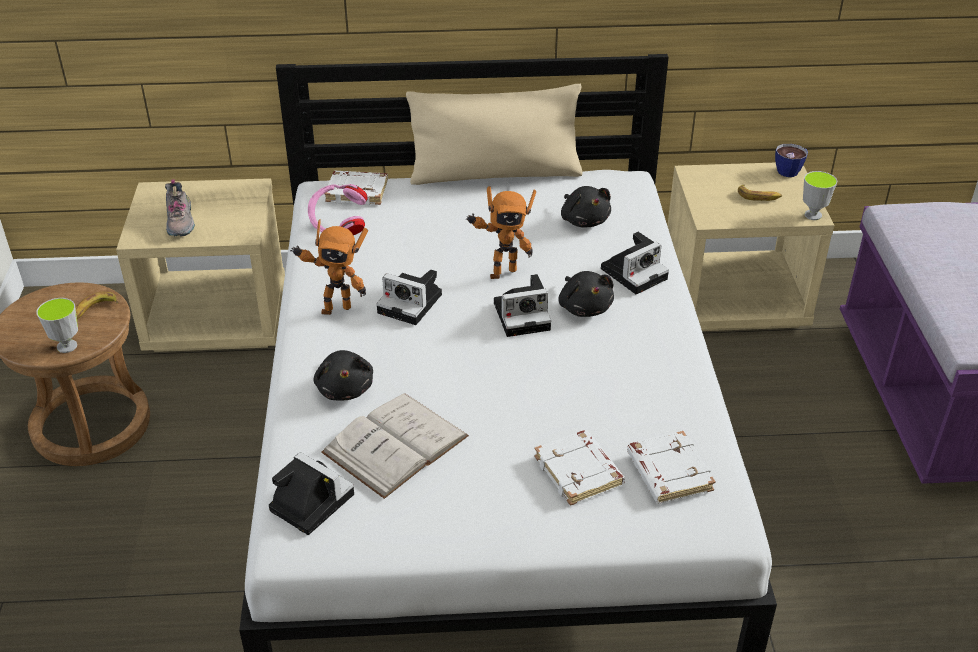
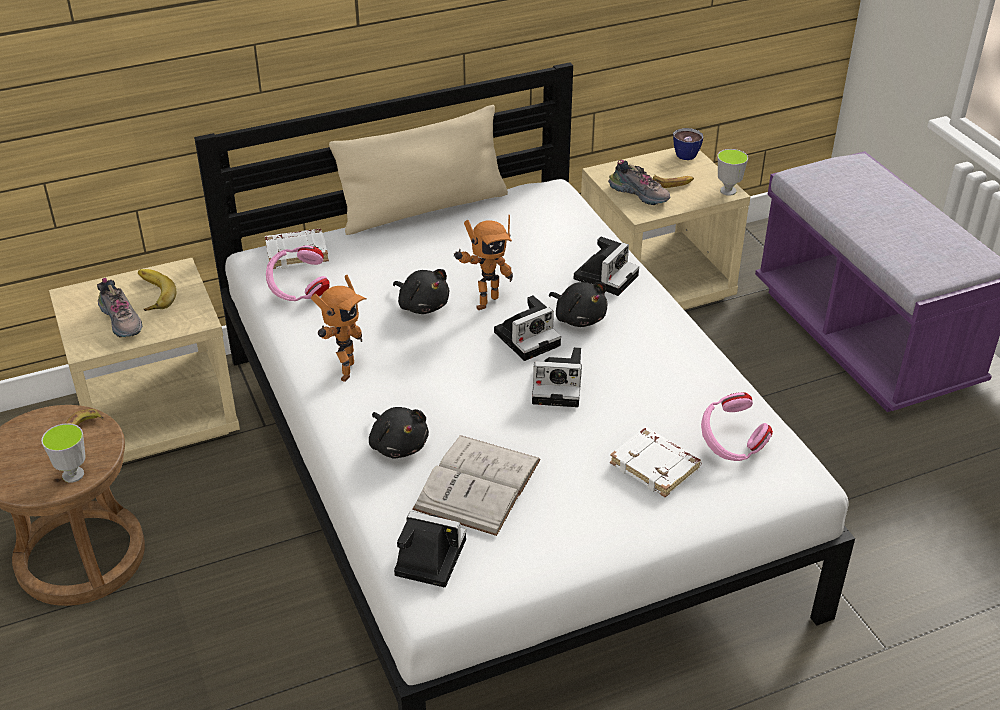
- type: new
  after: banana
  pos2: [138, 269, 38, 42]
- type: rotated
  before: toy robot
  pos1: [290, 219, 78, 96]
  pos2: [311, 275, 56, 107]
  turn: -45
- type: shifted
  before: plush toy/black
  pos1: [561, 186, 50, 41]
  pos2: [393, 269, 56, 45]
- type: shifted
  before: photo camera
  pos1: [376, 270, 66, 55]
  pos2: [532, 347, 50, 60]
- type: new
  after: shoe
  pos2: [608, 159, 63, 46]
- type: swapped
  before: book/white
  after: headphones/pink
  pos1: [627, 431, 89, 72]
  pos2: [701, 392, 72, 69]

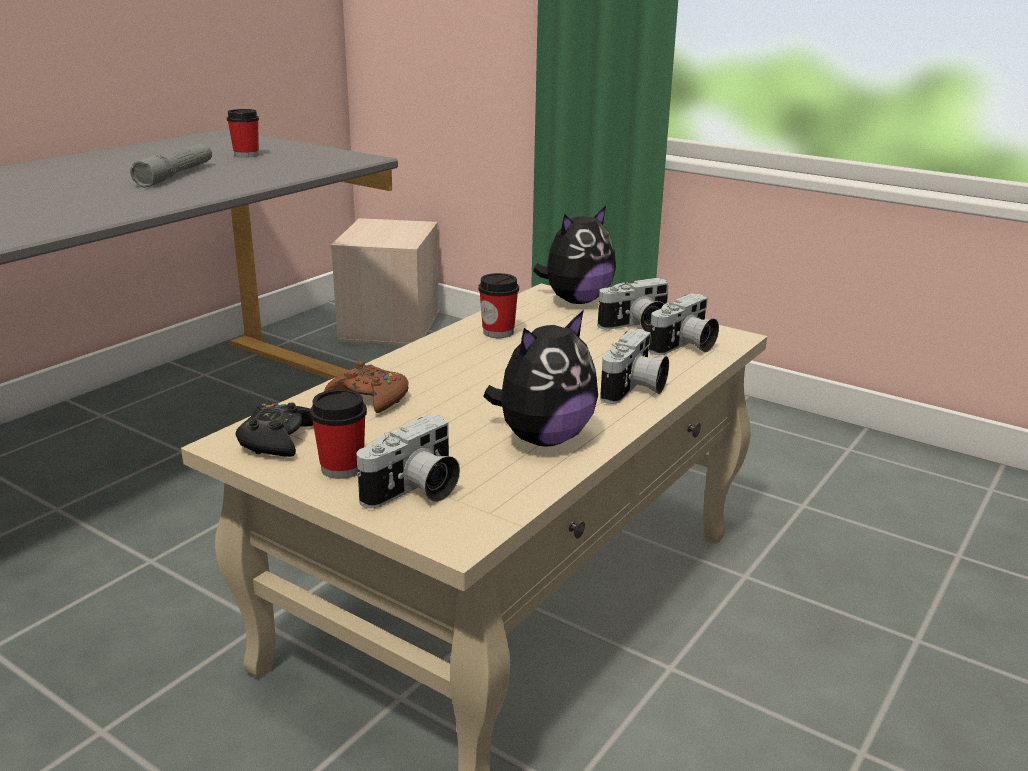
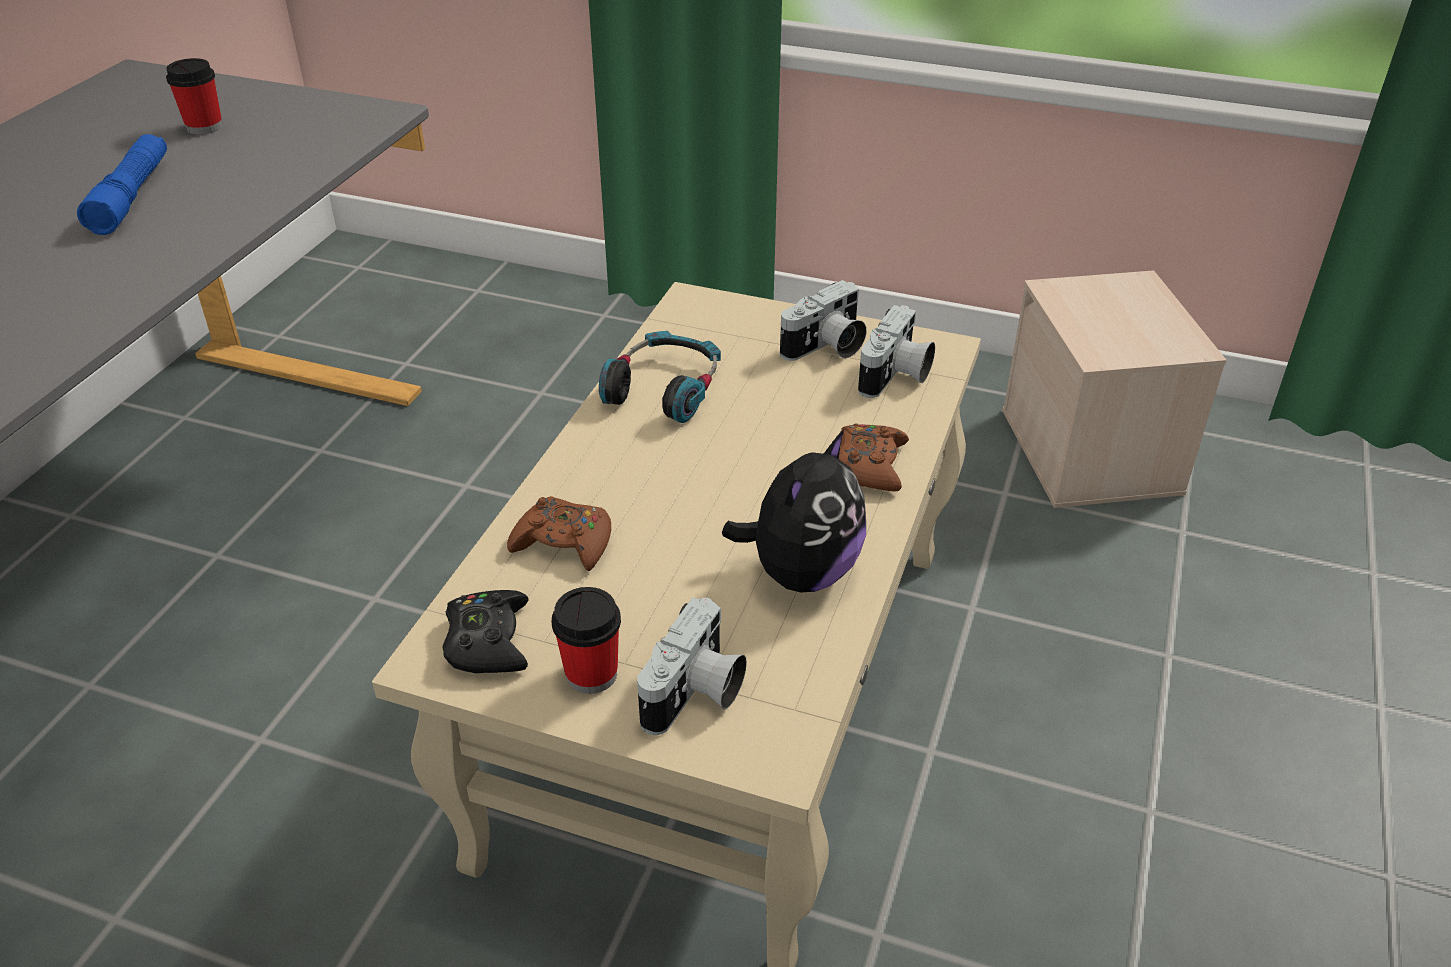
- type: repainted
  before: flashlight/grey
  after: flashlight/blue
  pos1: [130, 144, 82, 43]
  pos2: [77, 134, 90, 101]
- type: swapped
  before: cup
  after: headphones
  pos1: [478, 273, 41, 65]
  pos2: [599, 331, 122, 92]
- type: swapped
  before: photo camera
  after: game controller/brown
  pos1: [600, 329, 69, 75]
  pos2: [839, 423, 70, 68]
- type: shifted
  before: storage box/beige
  pos1: [331, 218, 108, 128]
  pos2: [1002, 270, 225, 238]
- type: gone
  before: plush toy
  pos1: [533, 206, 83, 98]

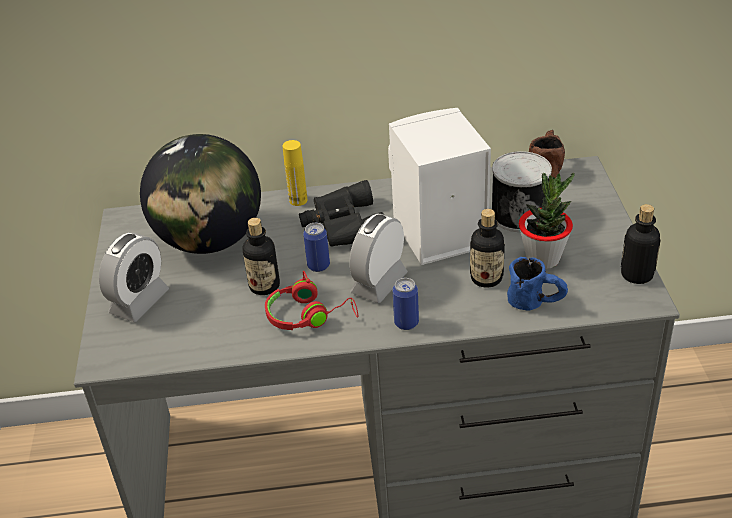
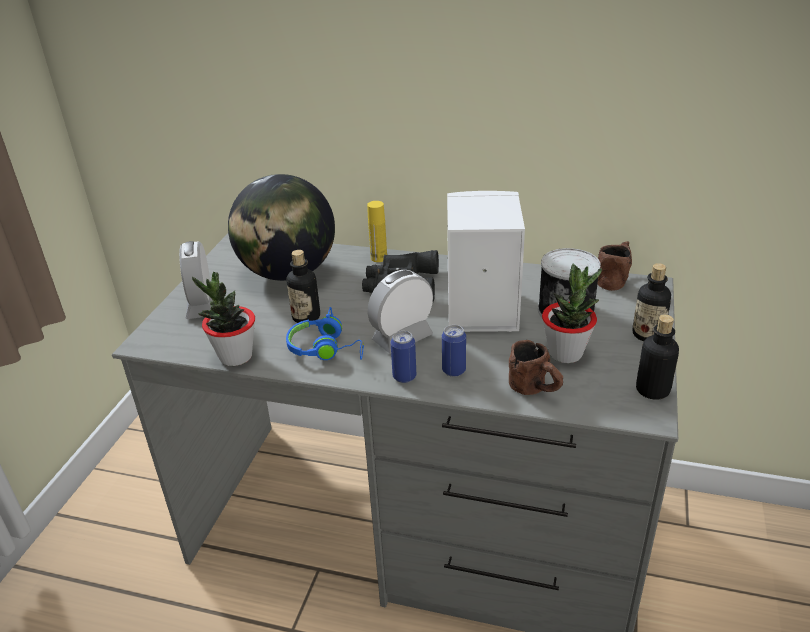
- type: rotated
  before: alarm clock
  pos1: [99, 233, 70, 89]
  pos2: [179, 241, 34, 78]
  turn: 120
- type: new
  after: potted plant
  pos2: [192, 272, 63, 94]
- type: repainted
  before: headphones/red
  after: headphones/blue
  pos1: [265, 270, 93, 60]
  pos2: [286, 307, 78, 53]
- type: shifted
  before: can
  pos1: [303, 223, 27, 49]
  pos2: [442, 325, 24, 52]
- type: repainted
  before: mug/blue
  after: mug/brown
  pos1: [507, 257, 61, 54]
  pos2: [509, 340, 54, 55]
- type: shifted
  before: bottle
  pos1: [470, 209, 35, 79]
  pos2: [633, 263, 38, 78]

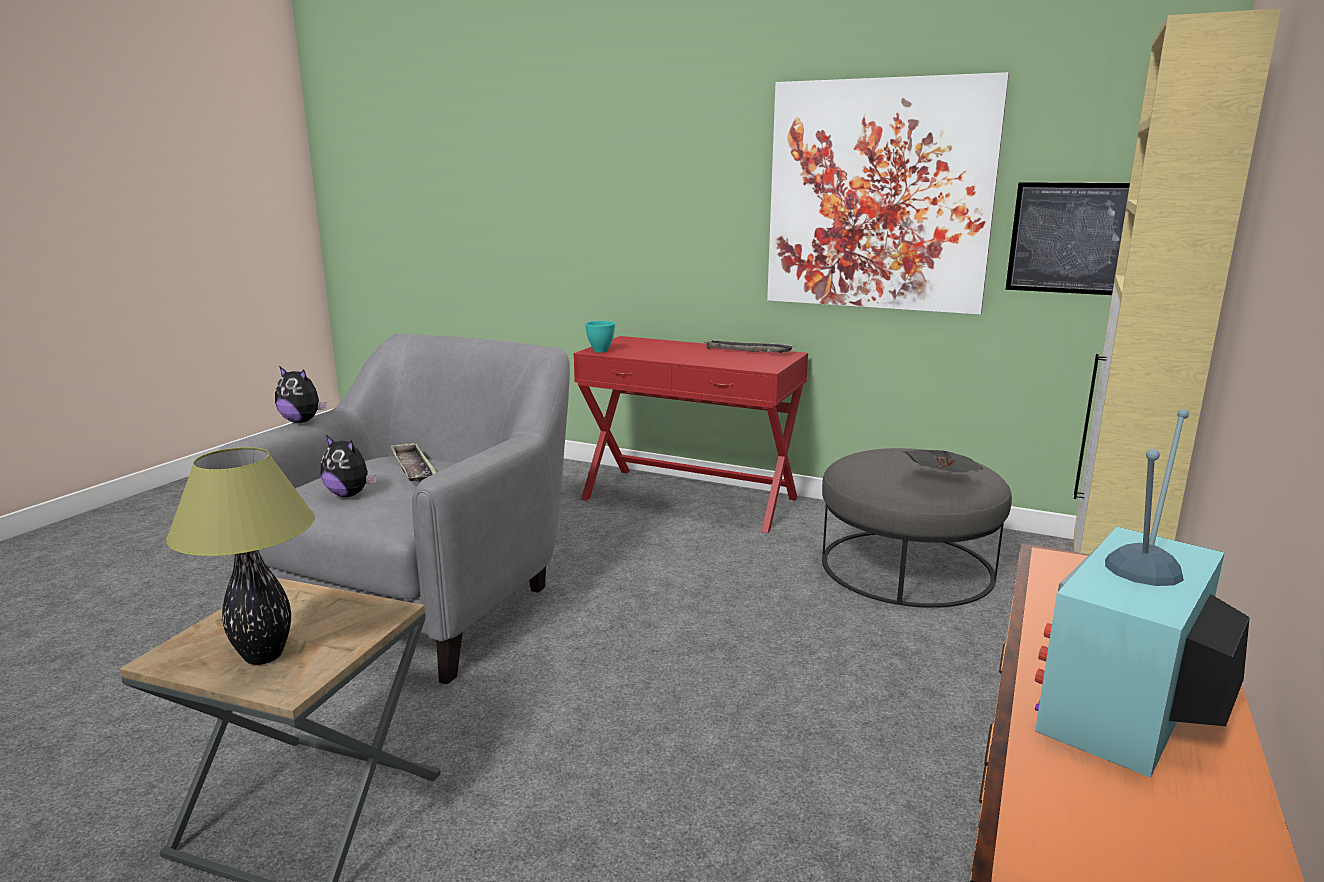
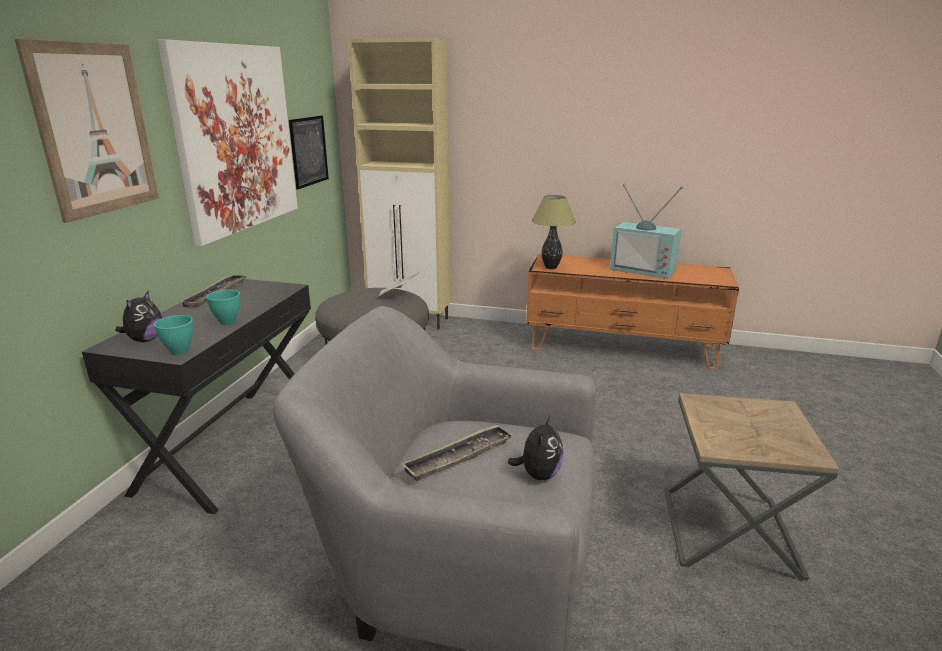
- type: new
  after: picture
  pos2: [15, 39, 144, 184]
- type: repainted
  before: console table/red
  after: console table/black
  pos1: [574, 336, 234, 197]
  pos2: [82, 279, 229, 235]
- type: shifted
  before: plush toy
  pos1: [275, 366, 52, 57]
  pos2: [115, 290, 47, 52]
- type: new
  after: bowl/turquoise
  pos2: [206, 290, 34, 35]
- type: shifted
  before: table lamp
  pos1: [166, 447, 149, 218]
  pos2: [532, 195, 44, 74]

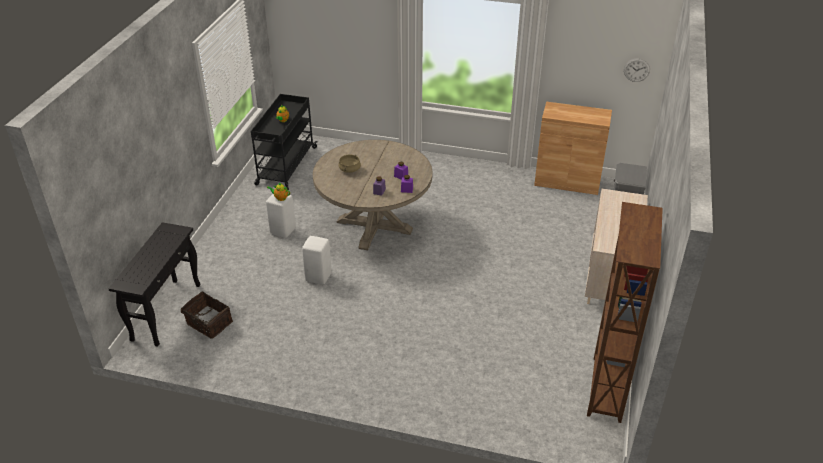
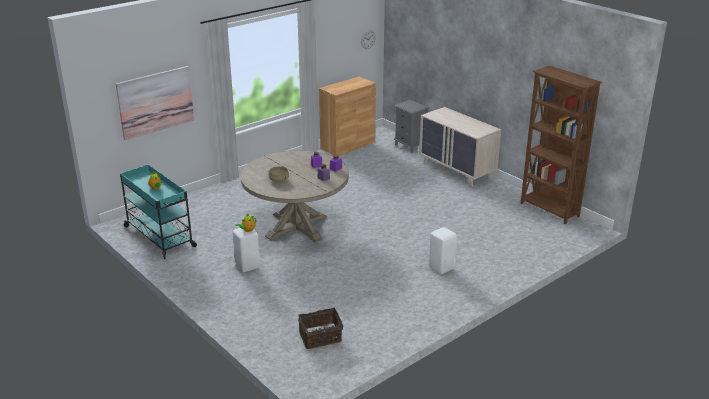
- type: new
  after: picture
  pos2: [116, 66, 78, 74]
- type: repainted
  before: cart/black
  after: cart/turquoise
  pos1: [251, 94, 66, 96]
  pos2: [120, 164, 77, 95]
- type: shifted
  before: stool/white
  pos1: [302, 236, 29, 48]
  pos2: [429, 227, 28, 47]
- type: gone
  before: console table/black
  pos1: [108, 222, 92, 125]

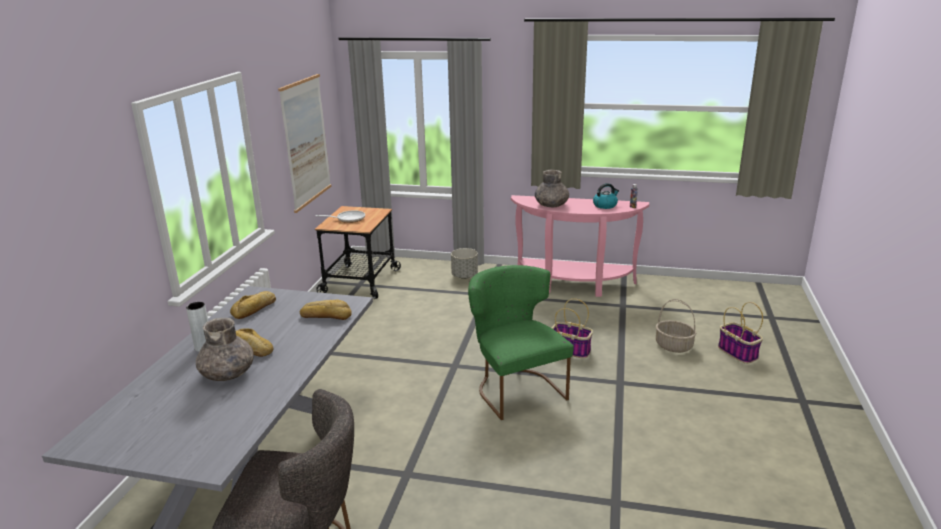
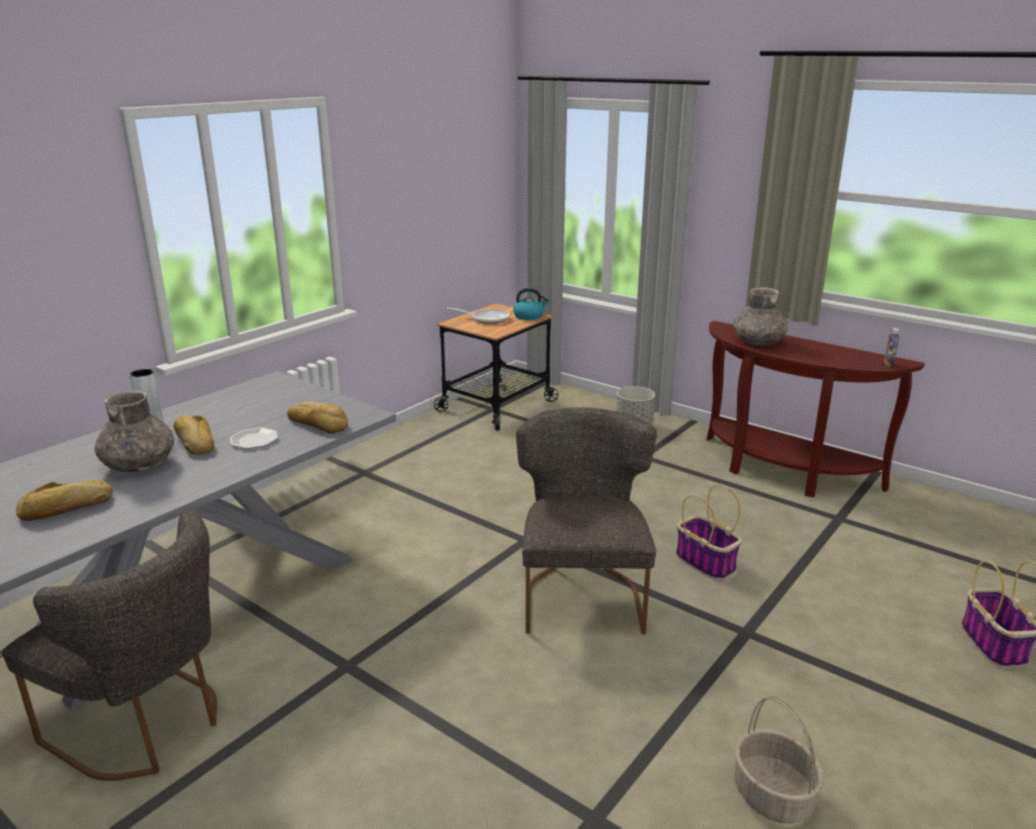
- type: shifted
  before: bread
  pos1: [230, 291, 46, 28]
  pos2: [16, 480, 96, 41]
- type: new
  after: plate
  pos2: [230, 427, 48, 22]
- type: shifted
  before: kettle
  pos1: [593, 183, 26, 26]
  pos2: [513, 288, 36, 32]
- type: repainted
  before: chair/green
  after: chair/grey
  pos1: [468, 265, 106, 155]
  pos2: [516, 407, 141, 227]
- type: repainted
  before: console table/pink
  after: console table/brown
  pos1: [511, 195, 138, 102]
  pos2: [706, 321, 219, 176]
- type: shifted
  before: basket
  pos1: [655, 299, 42, 54]
  pos2: [735, 695, 89, 129]
- type: gone
  before: picture
  pos1: [278, 74, 53, 139]

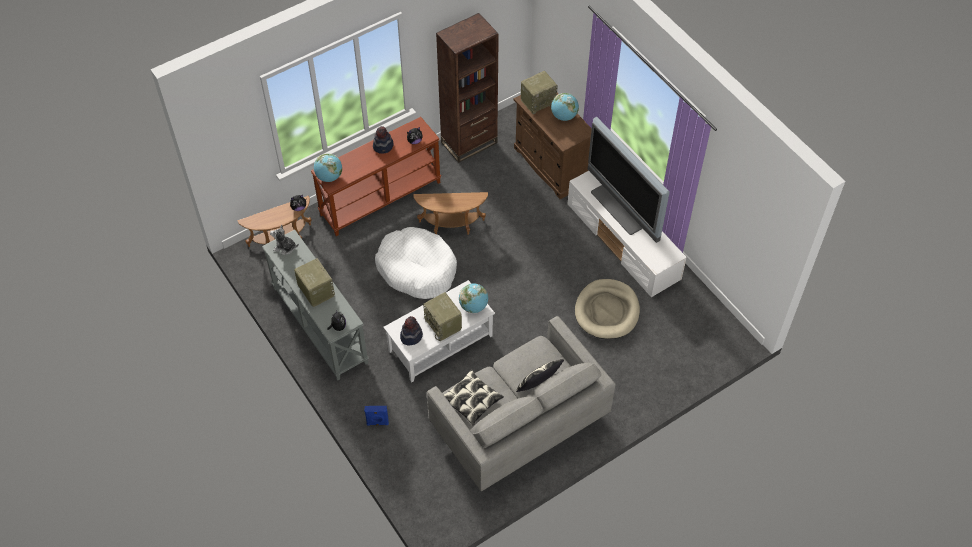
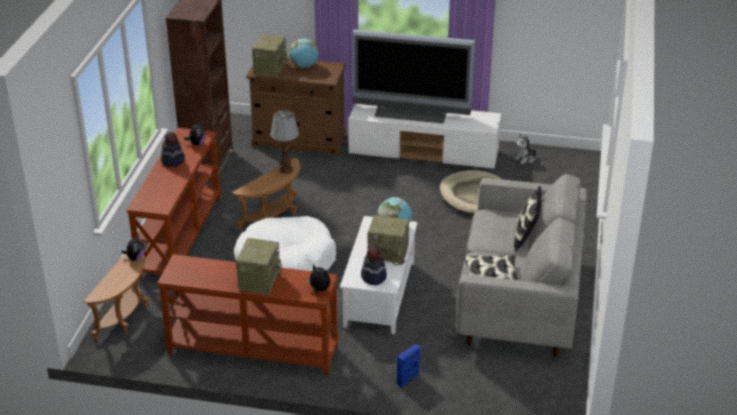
- type: repainted
  before: console table/grey
  after: console table/brown
  pos1: [262, 230, 107, 151]
  pos2: [157, 254, 182, 122]
- type: rotated
  before: radio
  pos1: [294, 258, 41, 49]
  pos2: [236, 238, 46, 57]
  turn: 90
- type: new
  after: table lamp
  pos2: [271, 110, 28, 64]
- type: shifted
  before: plush toy
  pos1: [270, 225, 29, 30]
  pos2: [514, 134, 25, 30]
- type: gone
  before: globe
  pos1: [314, 154, 28, 28]

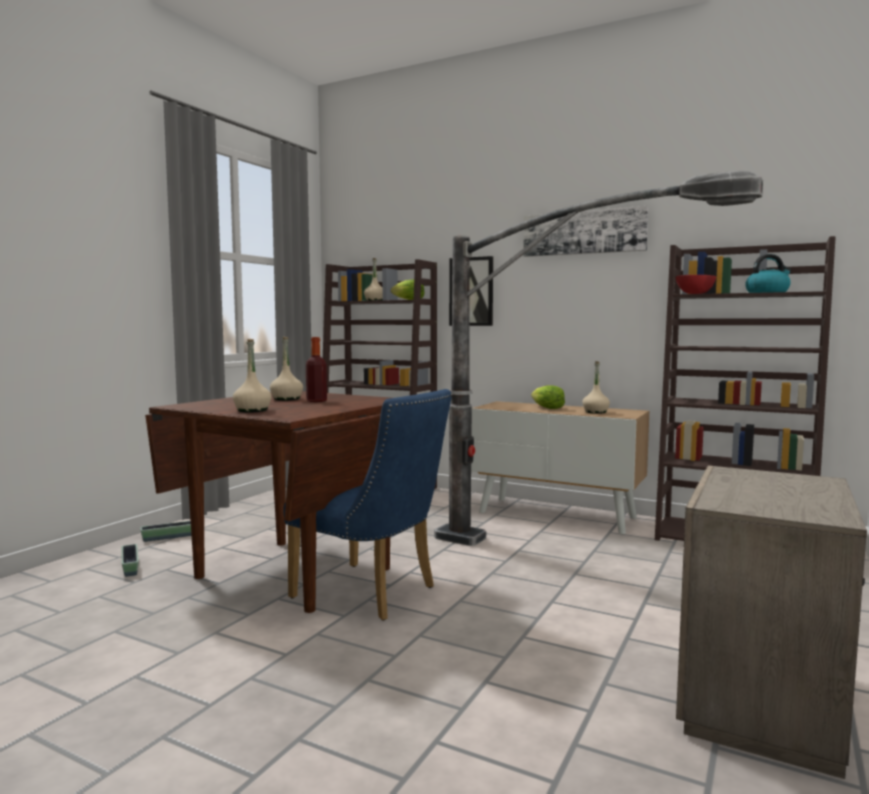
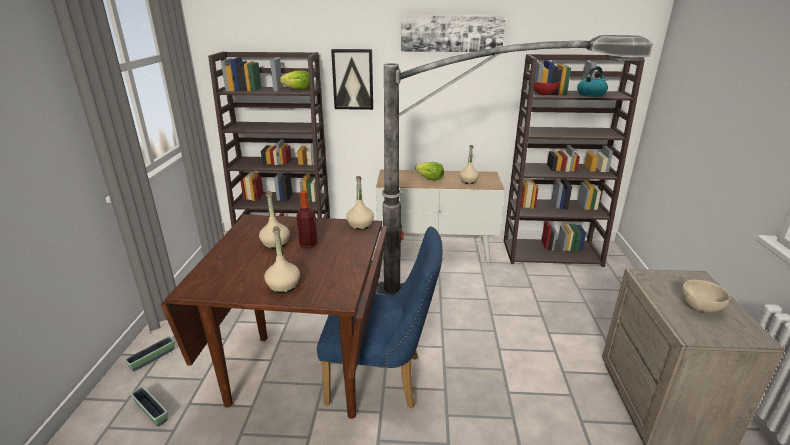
- type: shifted
  before: bottle/beige
  pos1: [364, 258, 19, 43]
  pos2: [346, 176, 28, 54]
- type: new
  after: bowl/beige
  pos2: [682, 280, 49, 32]

